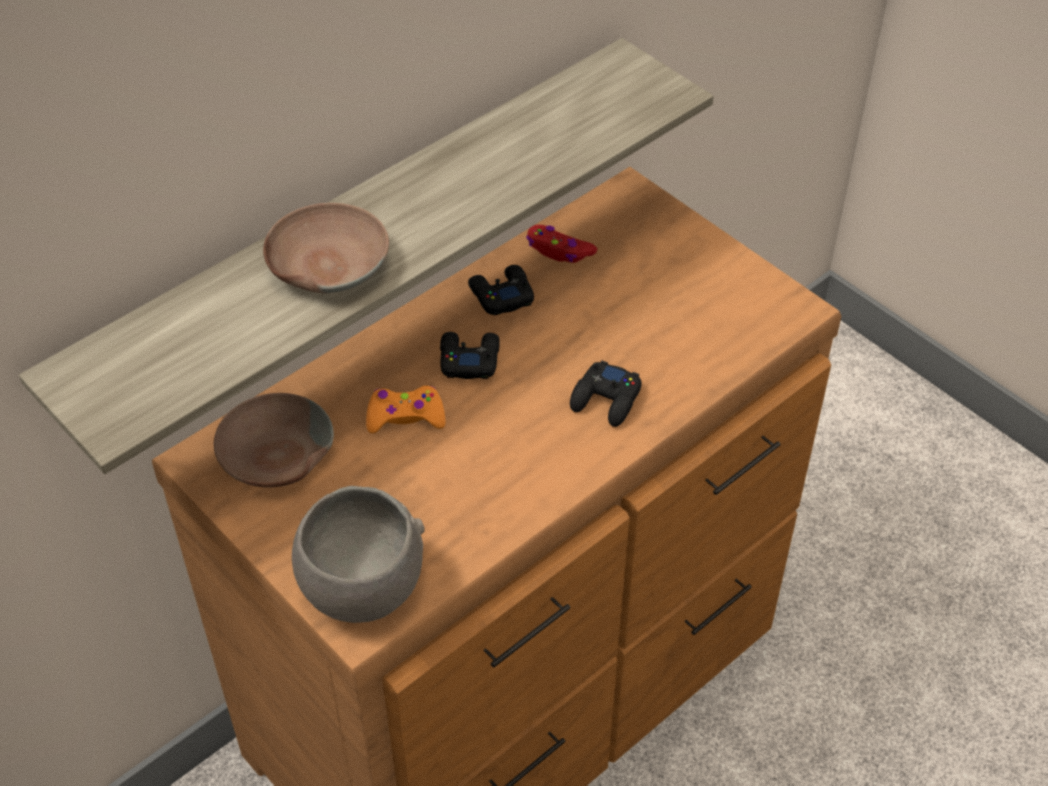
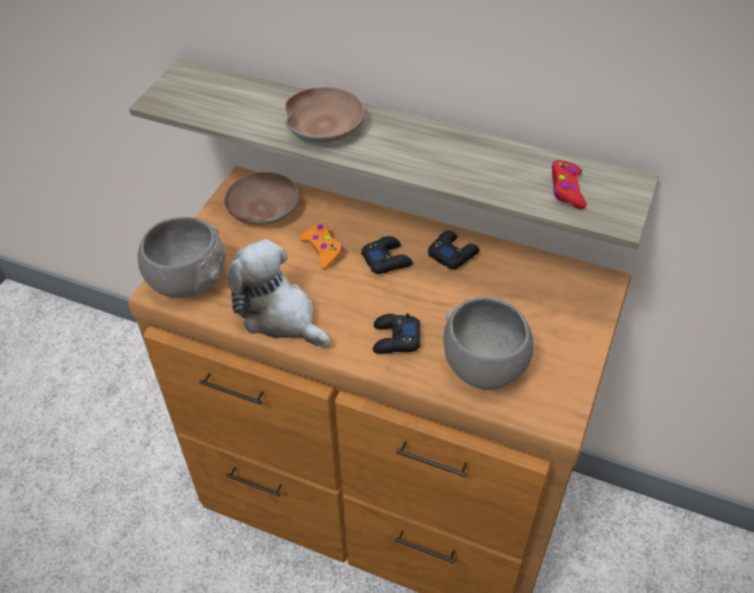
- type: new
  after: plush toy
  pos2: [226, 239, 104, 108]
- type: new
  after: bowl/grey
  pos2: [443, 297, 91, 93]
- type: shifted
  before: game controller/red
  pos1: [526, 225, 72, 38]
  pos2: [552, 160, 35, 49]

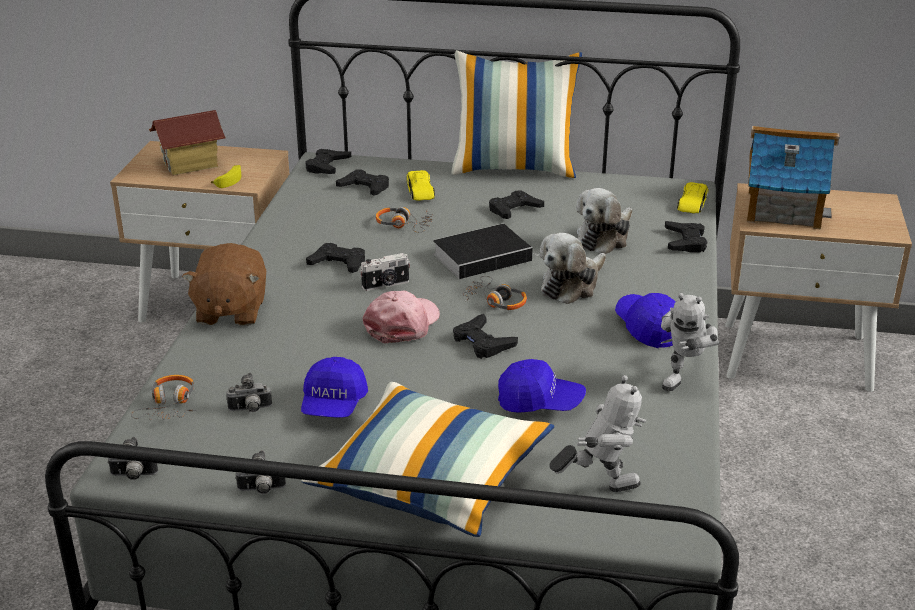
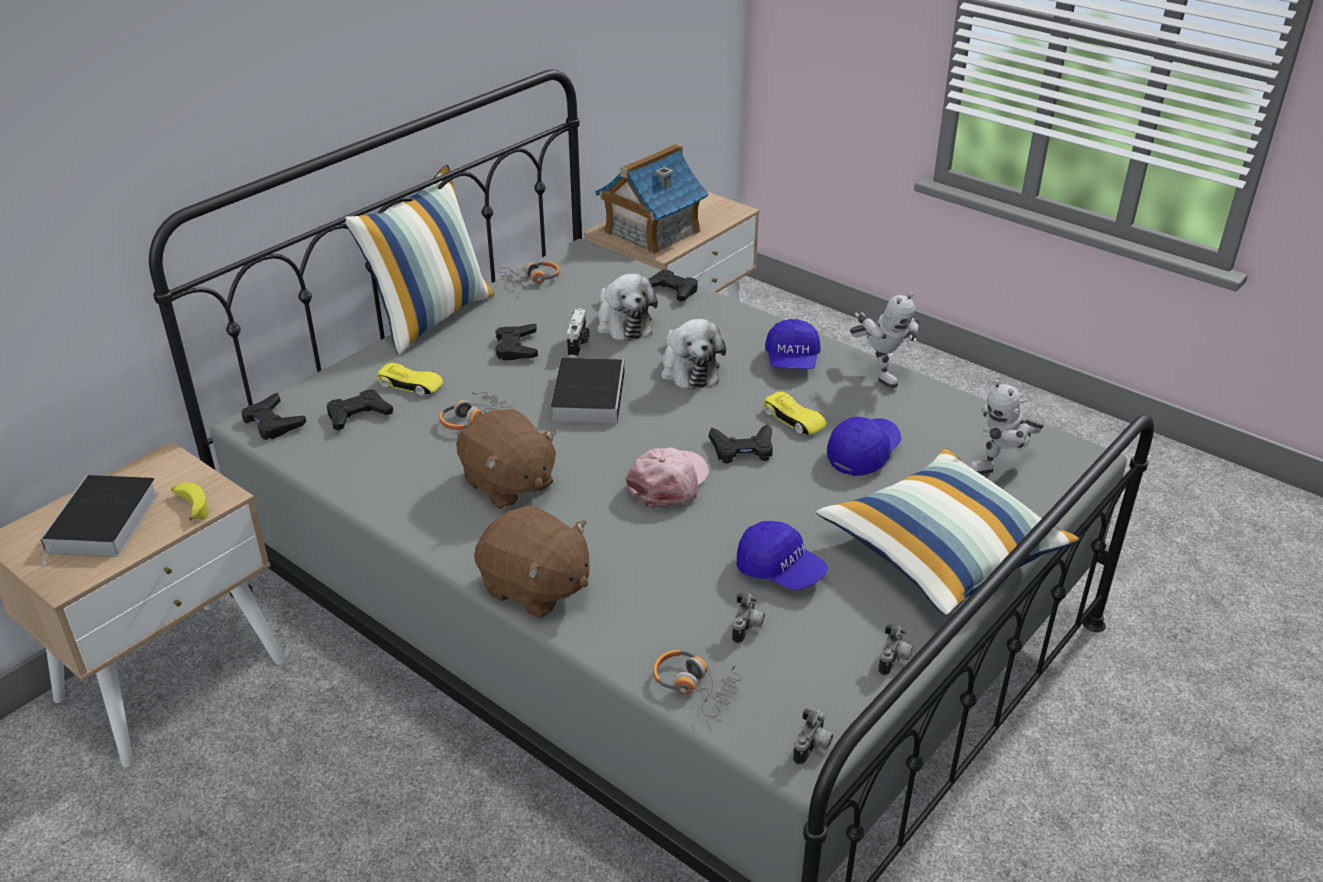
- type: swapped
  before: toy house
  after: book
  pos1: [149, 110, 77, 65]
  pos2: [40, 475, 119, 92]
- type: swapped
  before: game controller/black
  after: plush toy/brown
  pos1: [306, 243, 59, 30]
  pos2: [456, 409, 101, 100]
- type: shifted
  before: headphones
  pos1: [463, 276, 64, 34]
  pos2: [498, 261, 62, 27]
- type: shifted
  before: photo camera
  pos1: [360, 253, 50, 38]
  pos2: [567, 308, 23, 50]
- type: rotated
  before: cap/pink
  pos1: [363, 290, 77, 54]
  pos2: [626, 447, 83, 62]
  turn: 60
- type: shifted
  before: toy car/yellow
  pos1: [677, 182, 31, 32]
  pos2: [763, 392, 64, 43]
- type: rotated
  before: cap/blue
  pos1: [615, 293, 60, 55]
  pos2: [765, 319, 56, 50]
  turn: -90
- type: rotated
  before: toy robot
  pos1: [549, 375, 97, 117]
  pos2: [970, 380, 74, 94]
  turn: -135

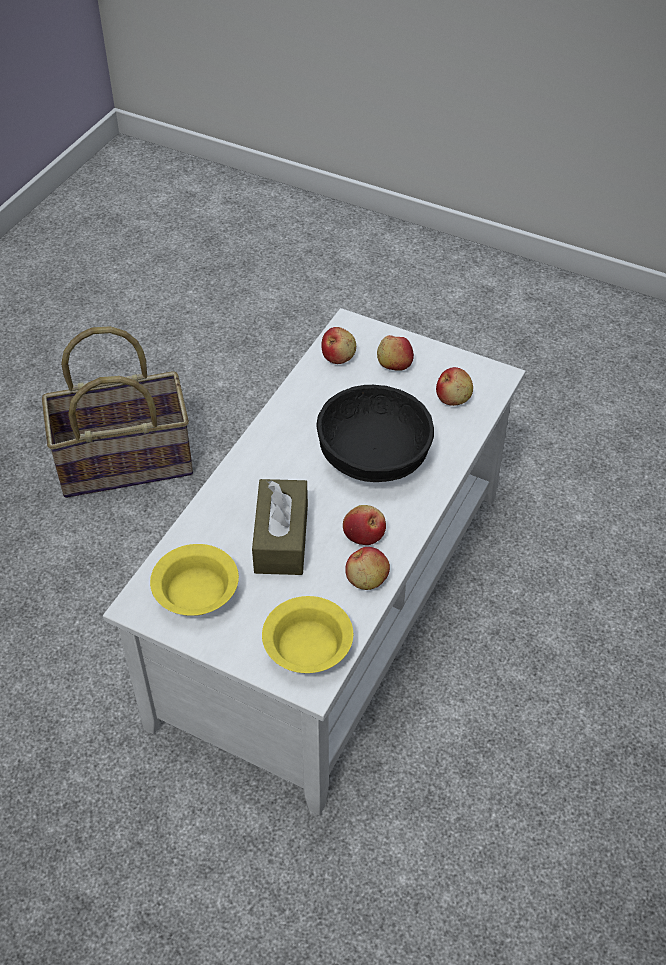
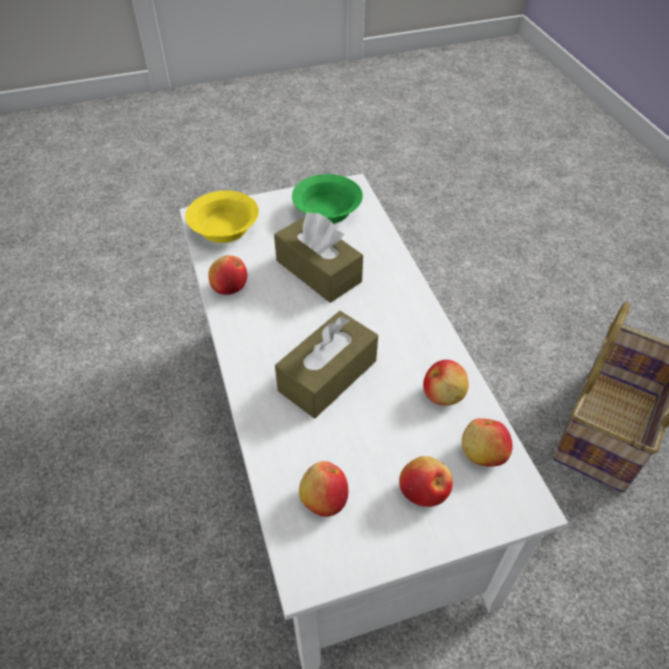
- type: swapped
  before: bowl/black
  after: tissue box/brown
  pos1: [316, 385, 118, 97]
  pos2: [275, 311, 103, 107]
- type: repainted
  before: bowl/yellow
  after: bowl/green
  pos1: [150, 544, 89, 72]
  pos2: [292, 174, 71, 50]
- type: shifted
  before: apple
  pos1: [343, 505, 43, 40]
  pos2: [423, 360, 46, 46]

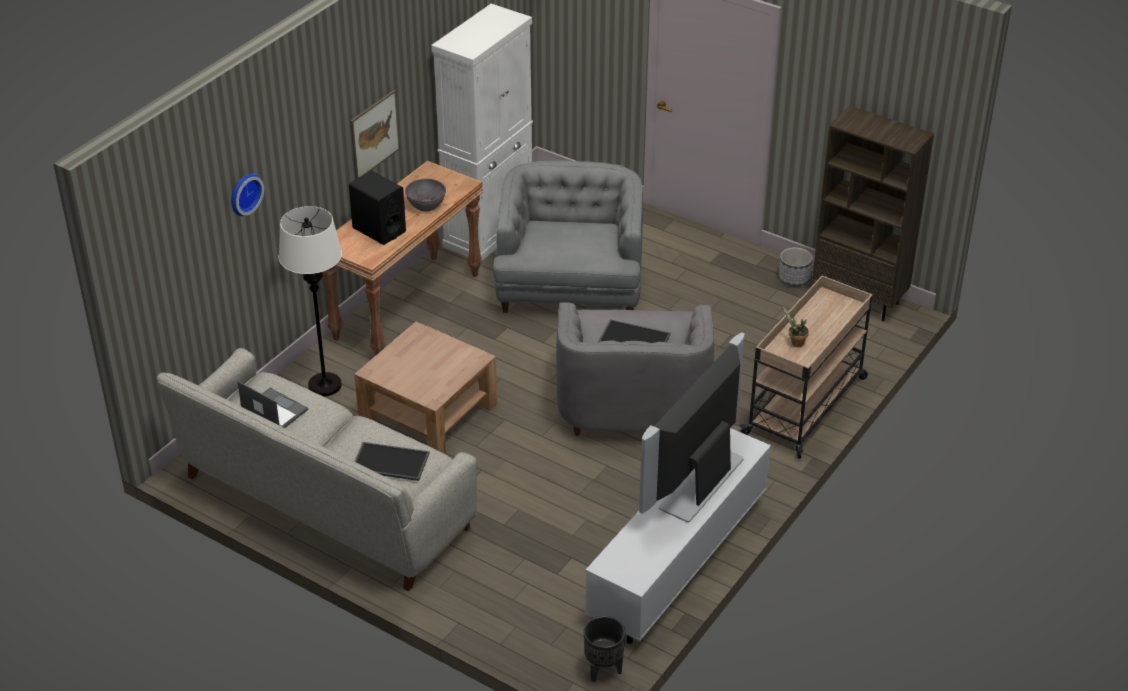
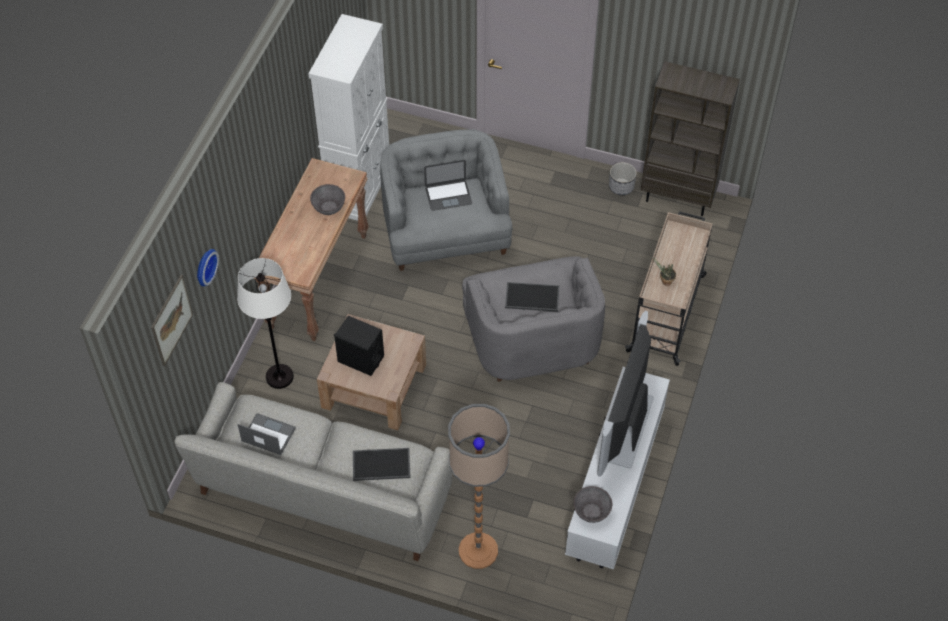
- type: shifted
  before: picture
  pos1: [350, 90, 50, 89]
  pos2: [151, 275, 42, 91]
- type: shifted
  before: speaker/black
  pos1: [349, 171, 57, 74]
  pos2: [334, 316, 50, 60]
- type: new
  after: laptop
  pos2: [424, 160, 48, 51]
- type: new
  after: floor lamp
  pos2: [448, 404, 62, 165]
- type: new
  after: bowl/grey
  pos2: [573, 486, 39, 37]
- type: gone
  before: planter/black
  pos1: [584, 616, 42, 66]

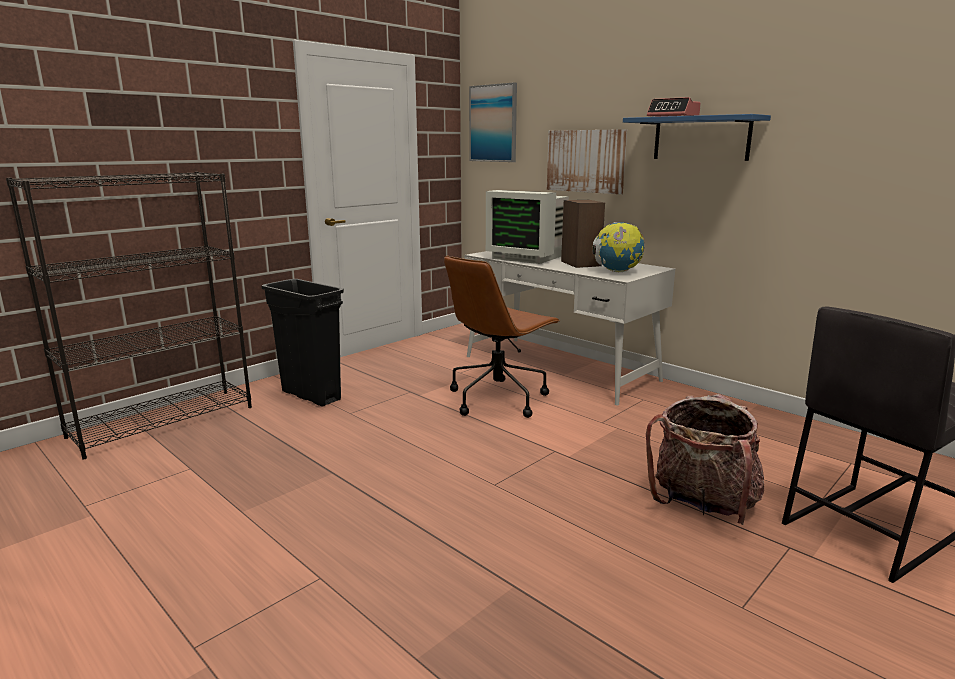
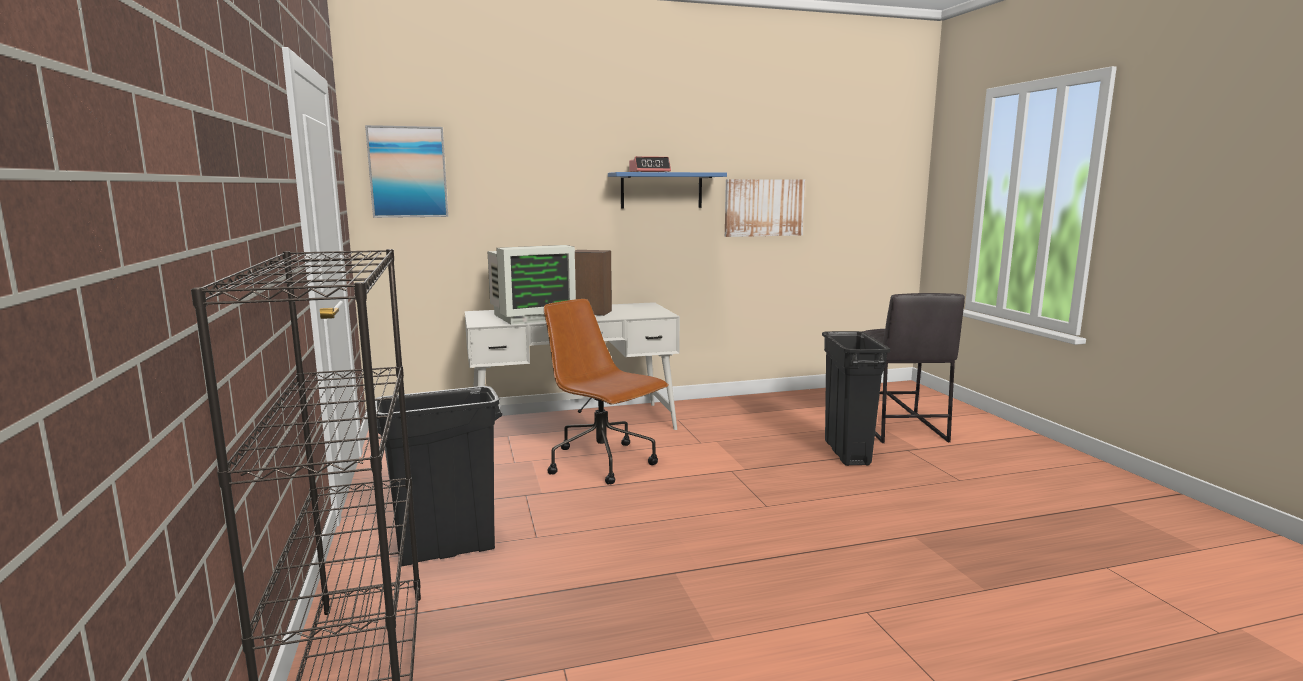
- type: rotated
  before: office chair/brown
  pos1: [444, 255, 116, 163]
  pos2: [544, 299, 125, 186]
  turn: 150
- type: shifted
  before: picture
  pos1: [547, 129, 80, 65]
  pos2: [725, 179, 80, 58]
- type: swapped
  before: backpack
  after: trash can/black
  pos1: [646, 394, 118, 131]
  pos2: [822, 331, 68, 135]
- type: gone
  before: globe
  pos1: [593, 222, 51, 50]

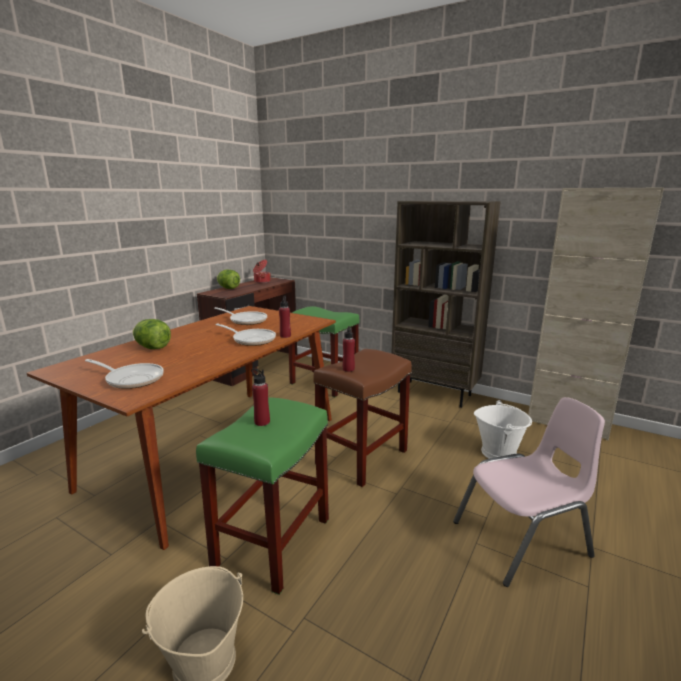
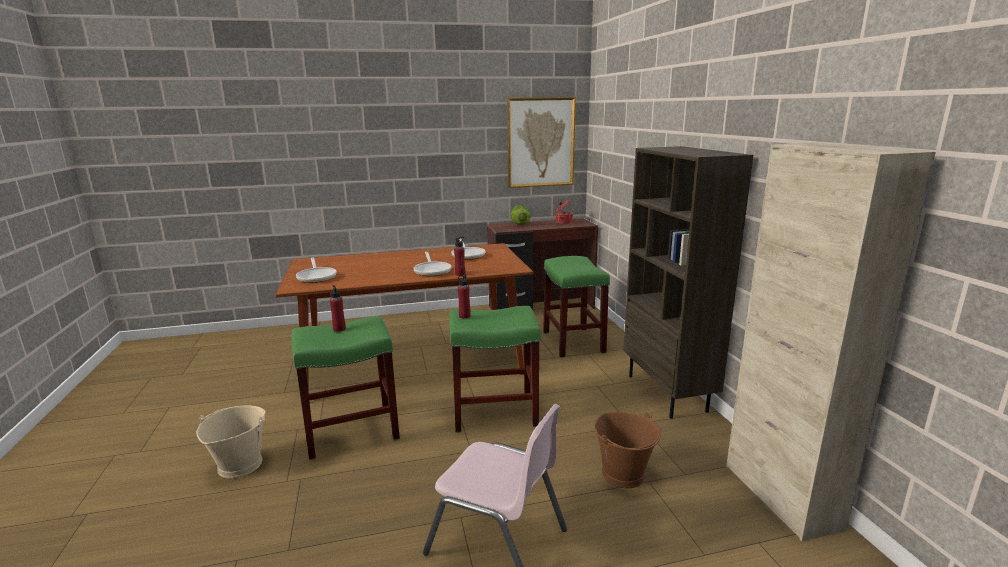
- type: repainted
  before: stool/brown
  after: stool/green
  pos1: [313, 349, 99, 138]
  pos2: [450, 306, 90, 127]
- type: new
  after: picture
  pos2: [507, 97, 69, 91]
- type: repainted
  before: bucket/white
  after: bucket/brown
  pos1: [474, 400, 58, 59]
  pos2: [595, 412, 66, 76]
- type: gone
  before: lettuce
  pos1: [133, 319, 38, 30]

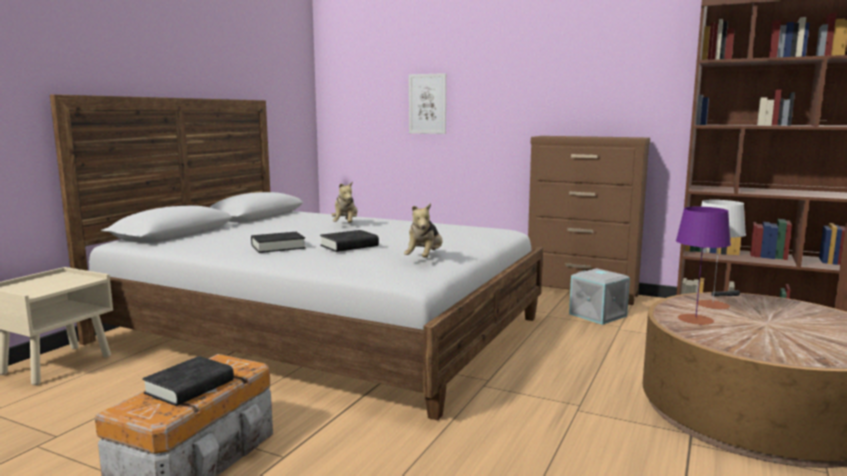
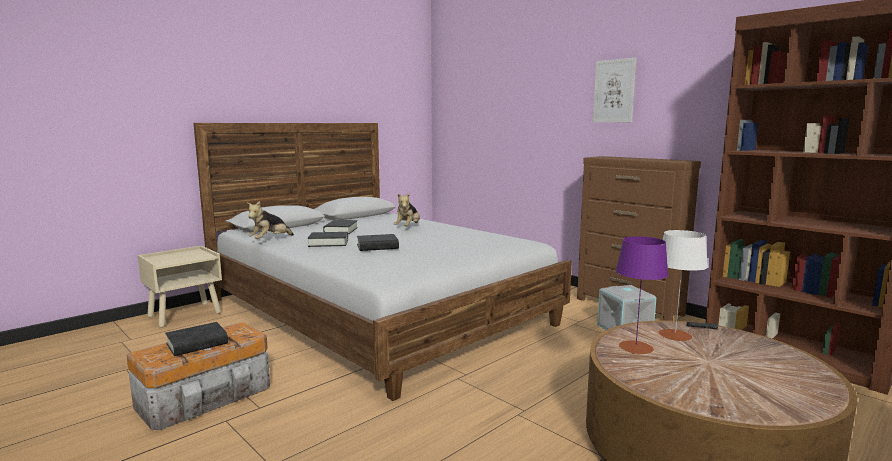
- type: shifted
  before: plush toy
  pos1: [404, 203, 39, 54]
  pos2: [246, 201, 48, 38]
- type: new
  after: book/black
  pos2: [323, 220, 35, 14]
- type: shifted
  before: picture
  pos1: [409, 73, 37, 61]
  pos2: [593, 58, 43, 64]

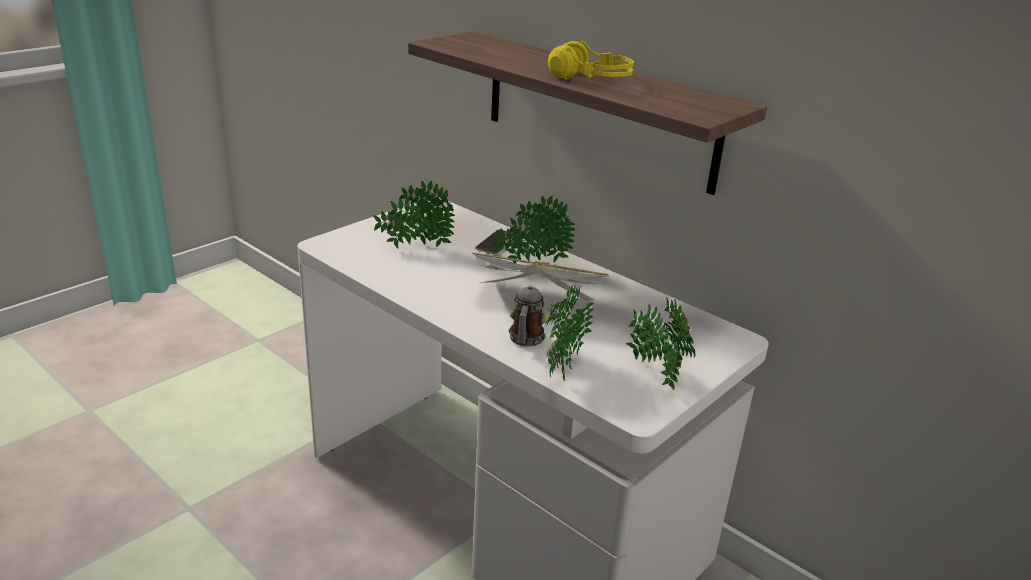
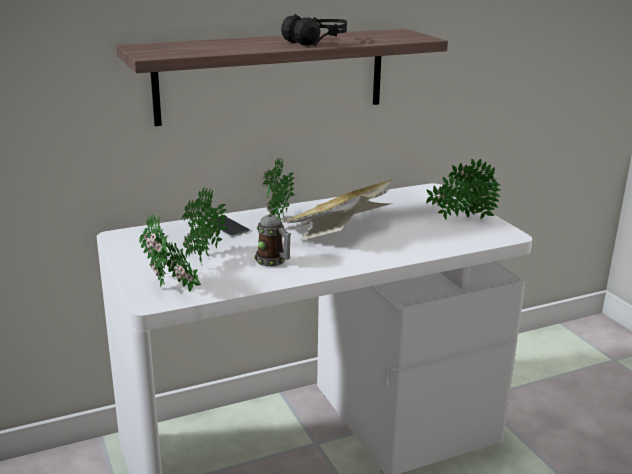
- type: shifted
  before: potted plant
  pos1: [545, 284, 49, 97]
  pos2: [139, 213, 62, 78]
- type: shifted
  before: mug
  pos1: [509, 286, 38, 61]
  pos2: [254, 213, 37, 54]
- type: repainted
  before: headphones/yellow
  after: headphones/black
  pos1: [548, 41, 86, 39]
  pos2: [281, 14, 66, 32]

